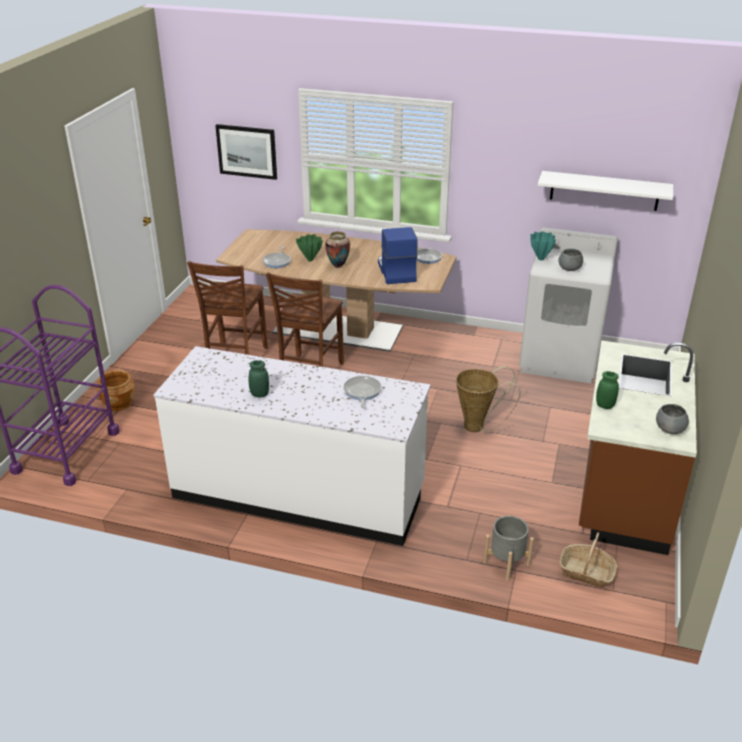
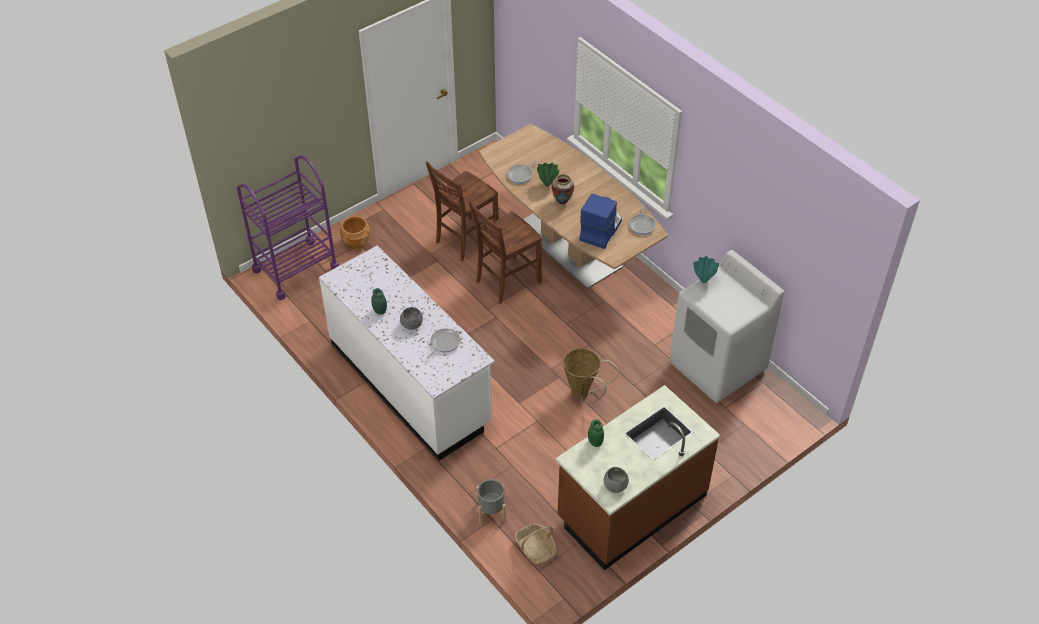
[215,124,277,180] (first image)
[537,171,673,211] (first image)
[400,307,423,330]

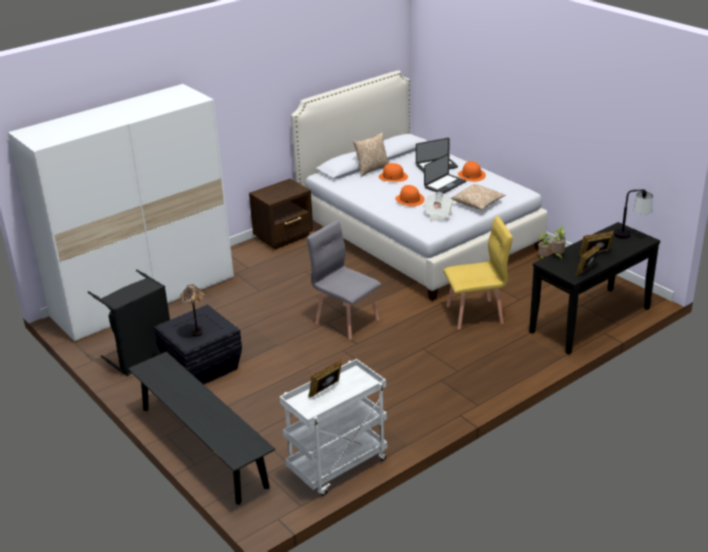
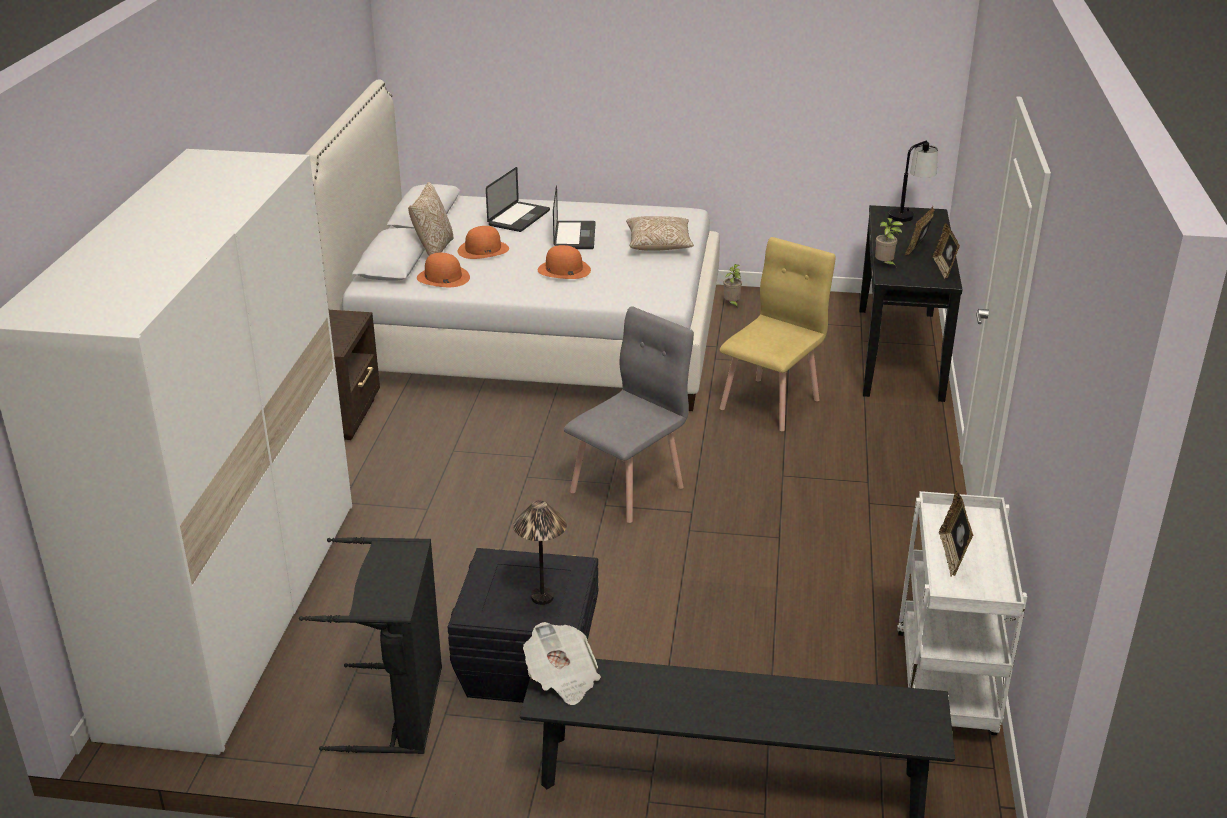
[523,622,601,705]
[417,253,470,287]
[564,306,694,523]

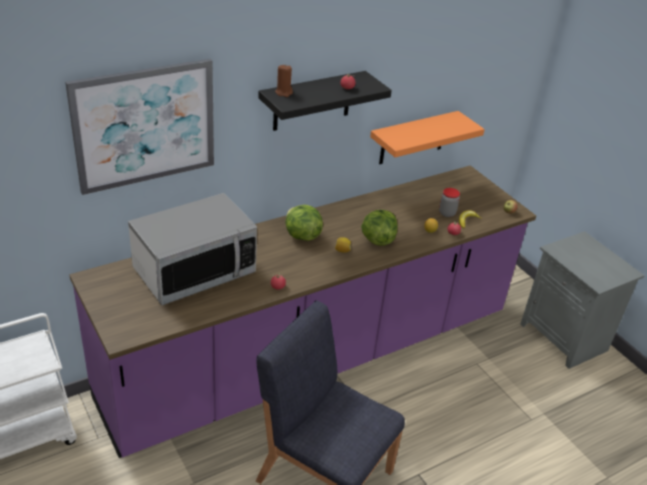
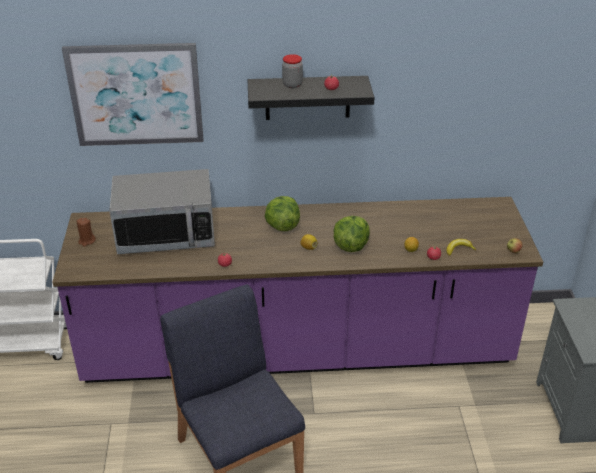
[370,111,485,164] (first image)
[77,218,96,247]
[282,54,303,88]

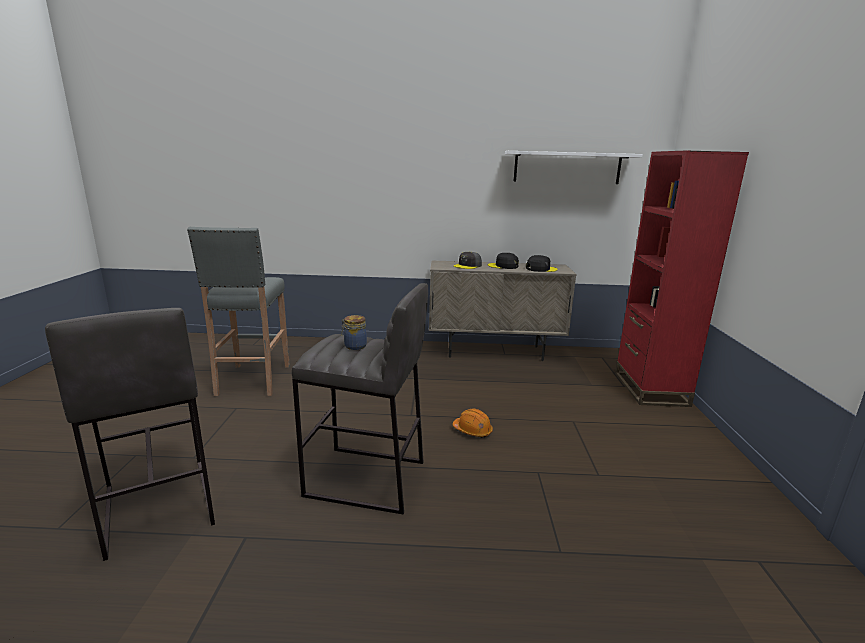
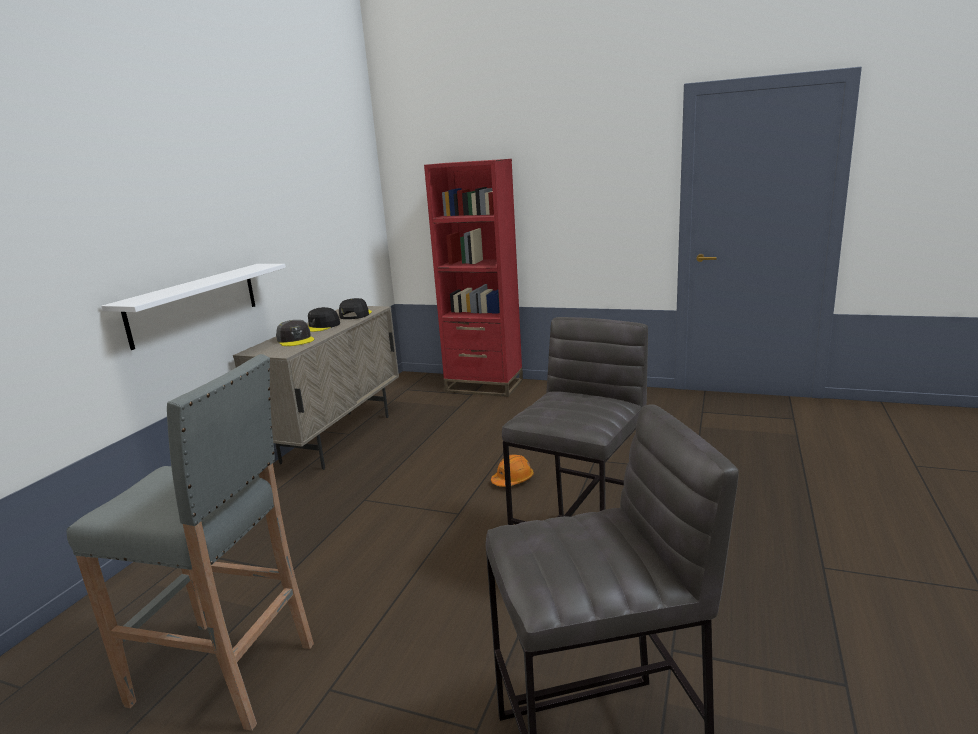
[341,315,367,350] (first image)
[101,264,286,350]

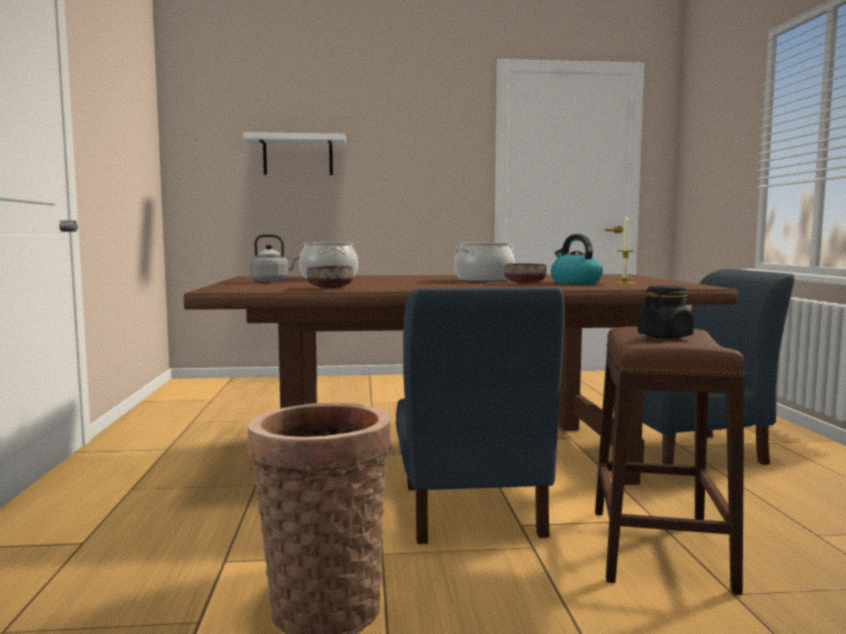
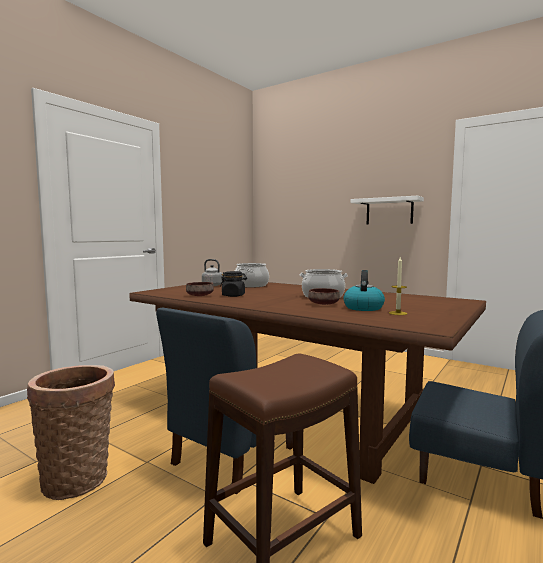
[350,196,424,224]
[220,271,247,297]

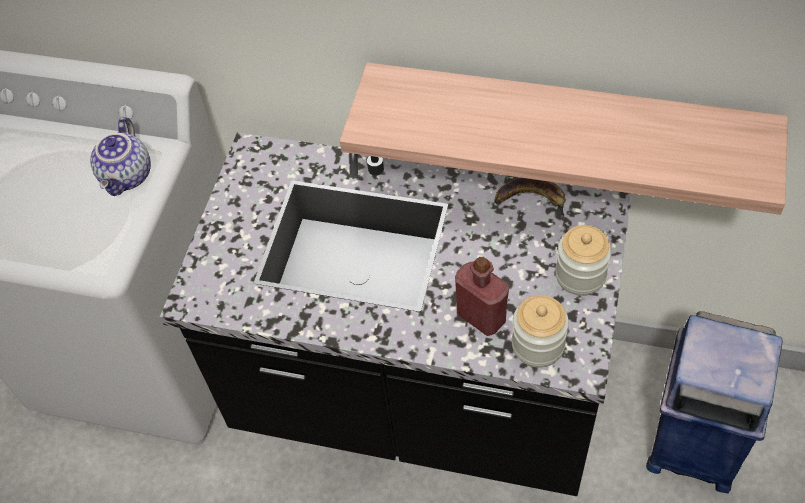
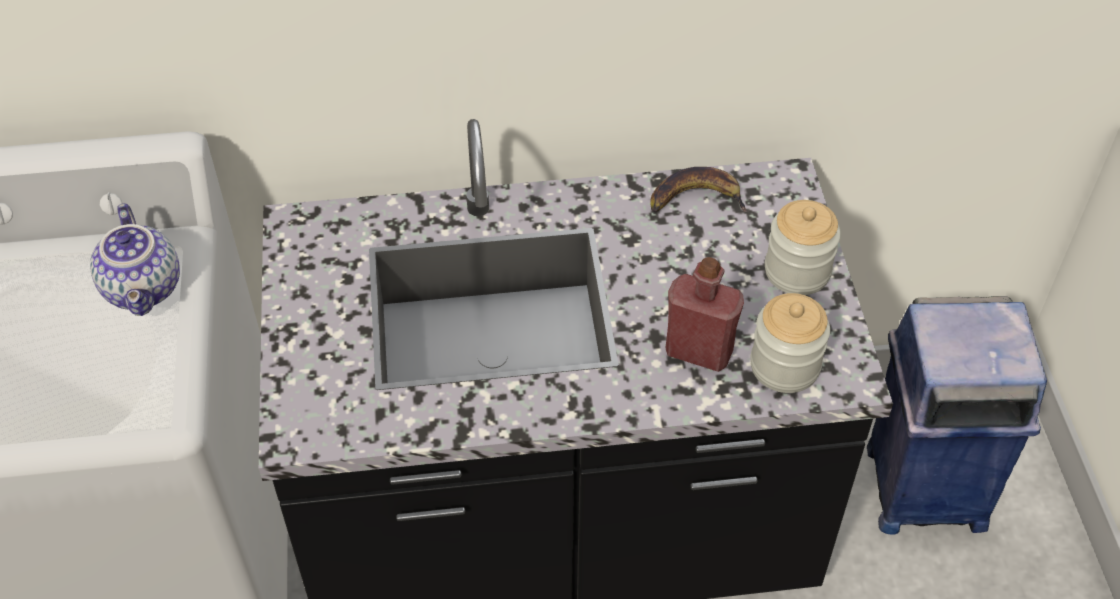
[340,62,788,215] (first image)

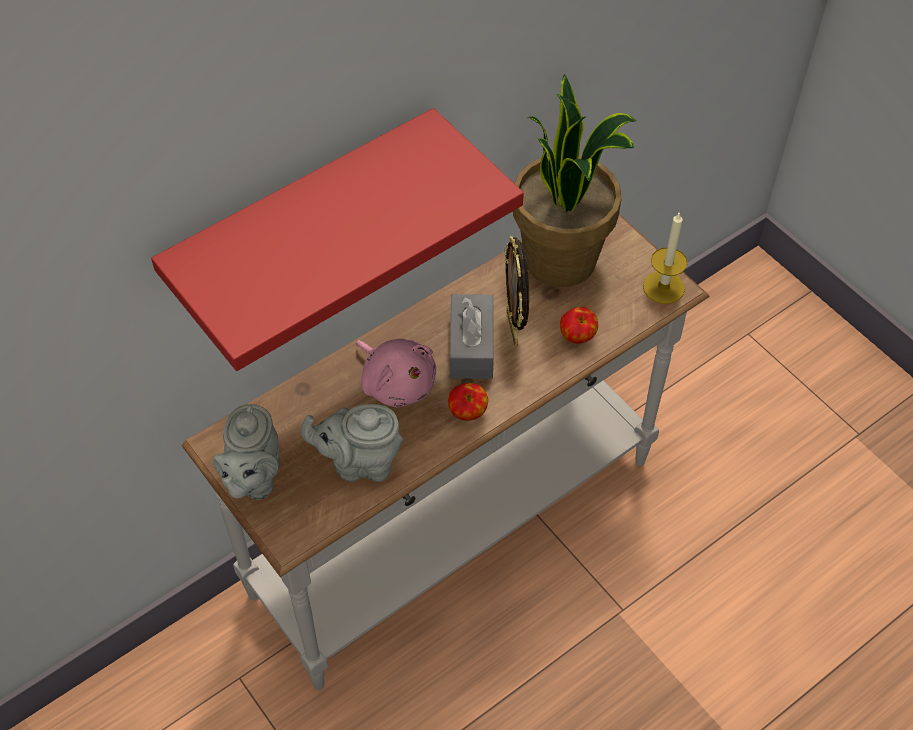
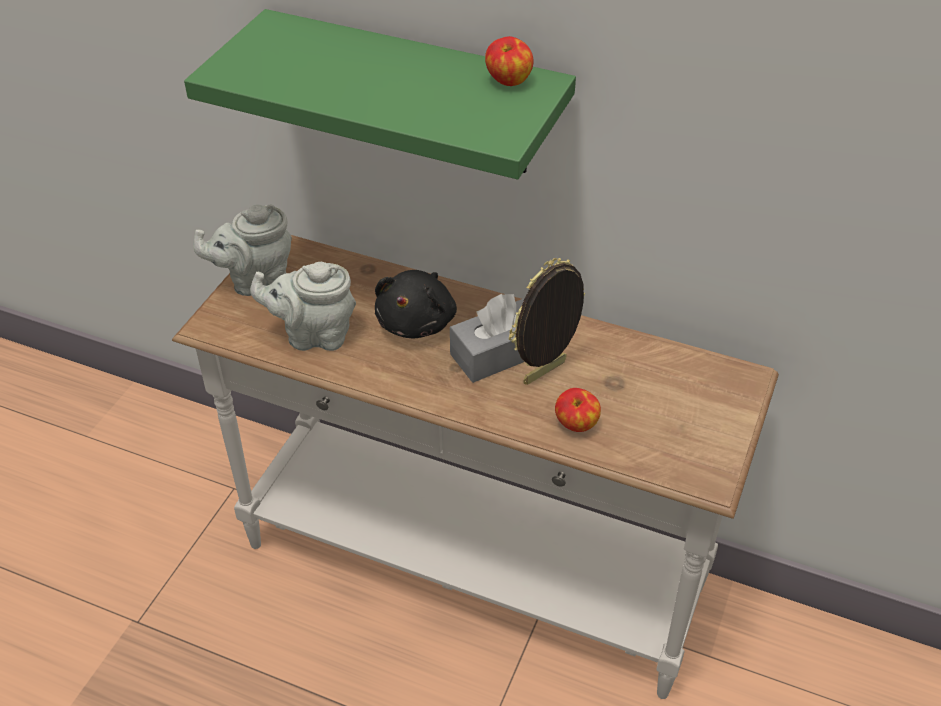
[513,74,636,287] (first image)
[643,211,688,304] (first image)
[485,36,534,86]
[184,9,576,179]
[375,270,457,338]
[250,262,356,351]

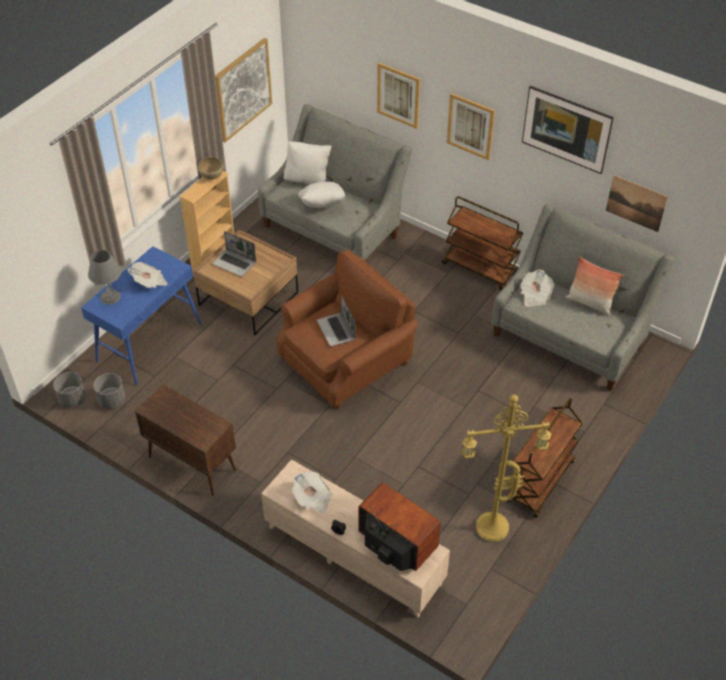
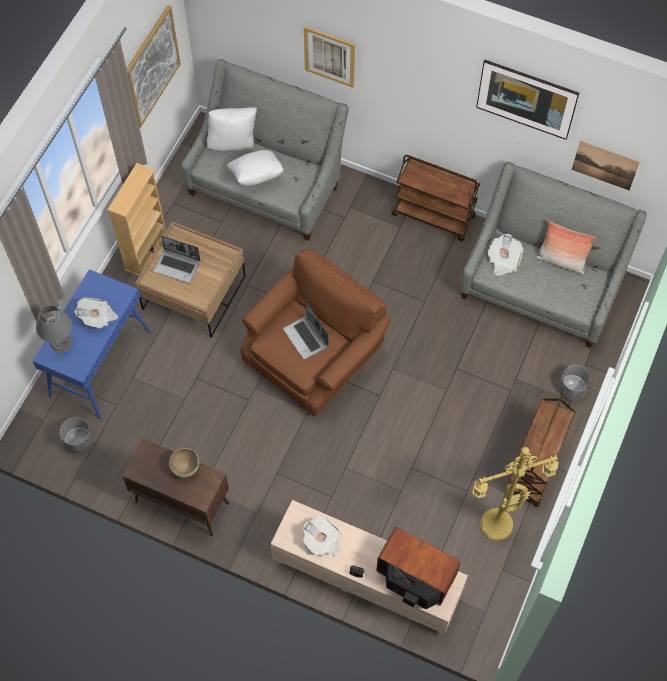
[447,93,495,160] (first image)
[558,365,591,401]
[169,448,200,478]

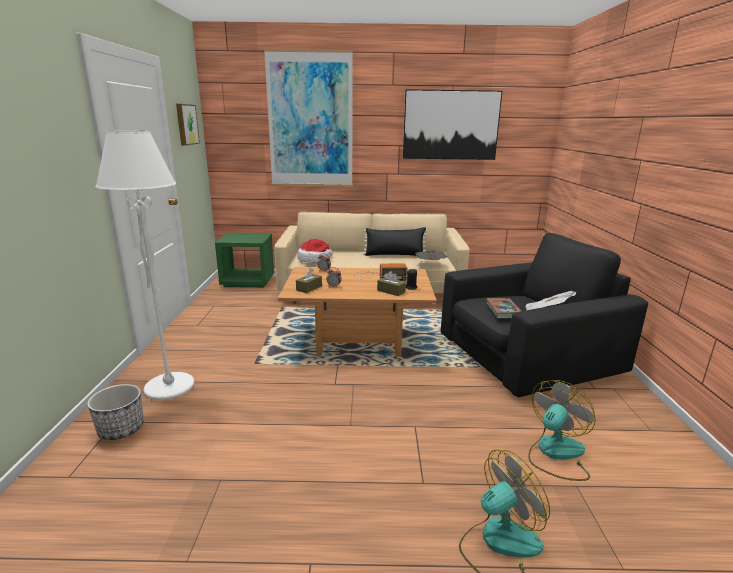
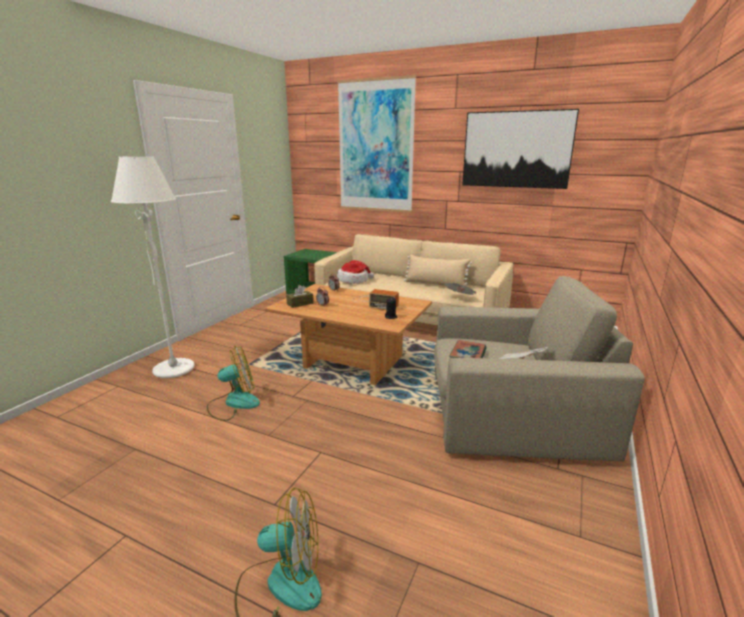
[87,384,144,440] (first image)
[176,104,200,145] (first image)
[377,271,406,296] (first image)
[207,345,260,421]
[404,254,472,286]
[434,276,645,461]

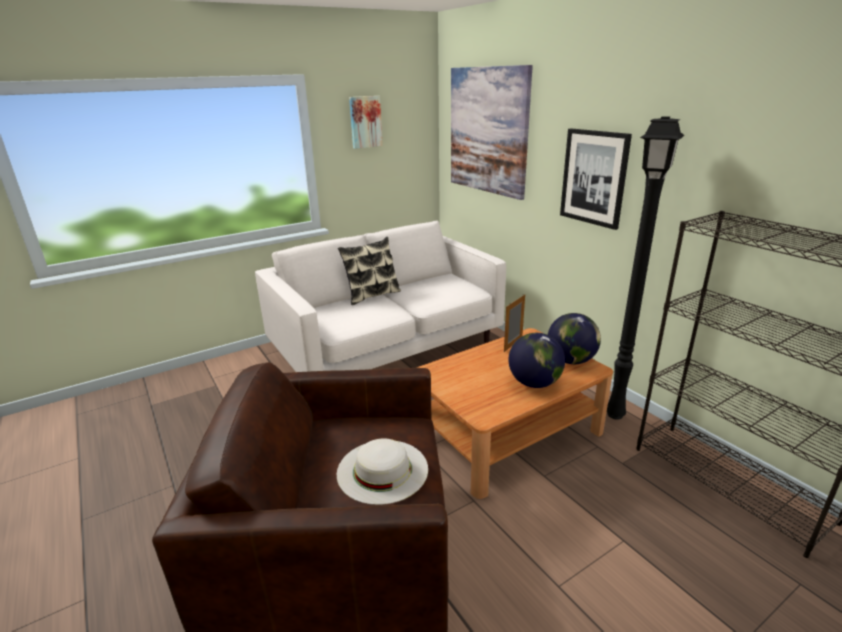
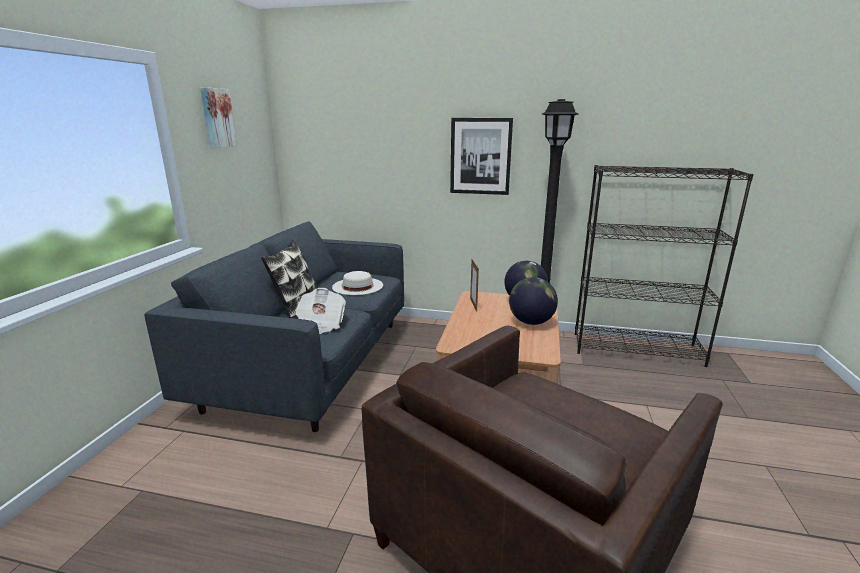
[451,65,533,200] (first image)
[295,288,346,334]
[332,271,383,295]
[144,221,404,432]

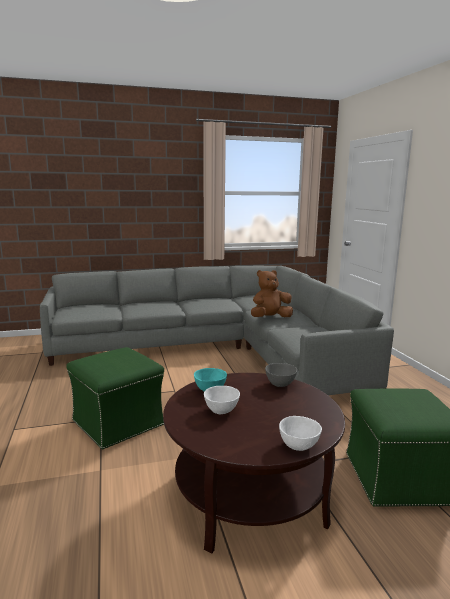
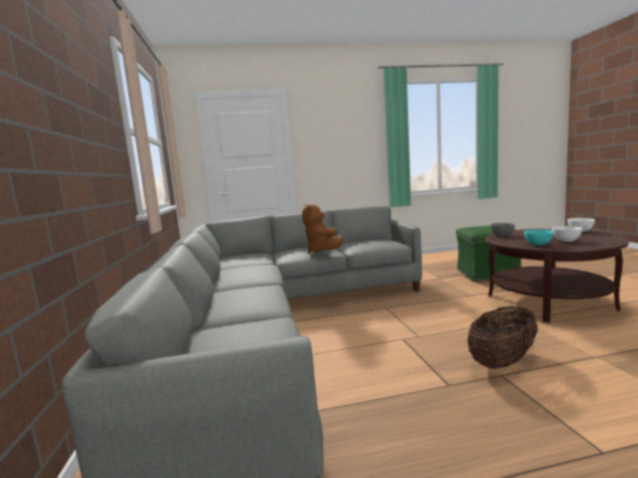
[467,306,538,369]

